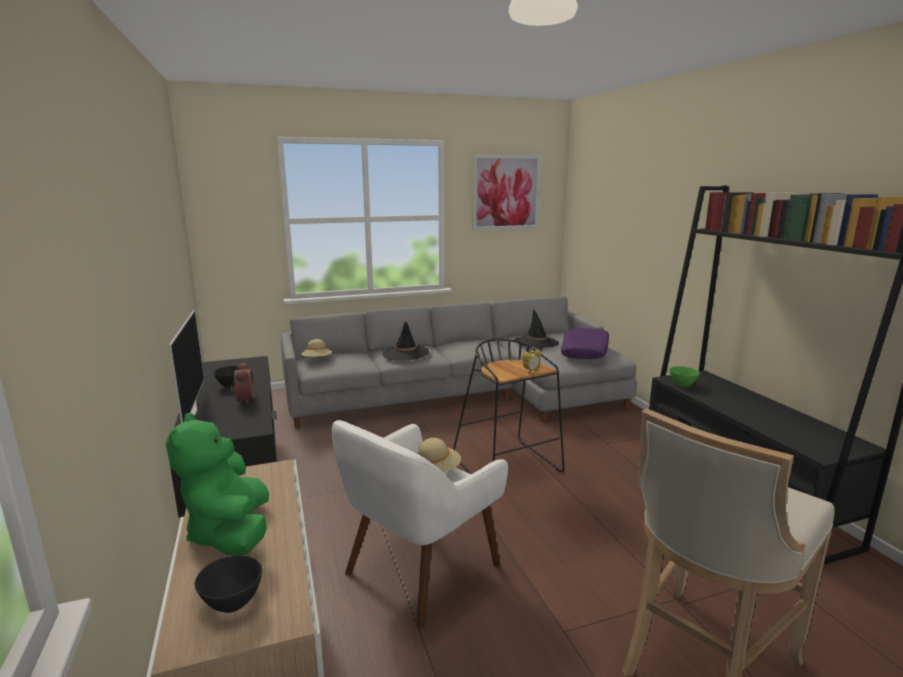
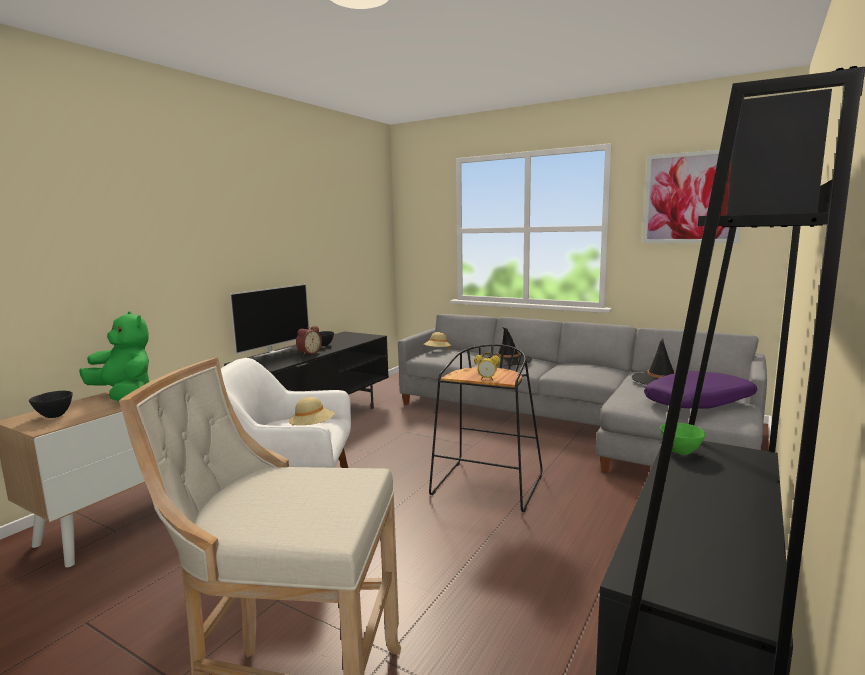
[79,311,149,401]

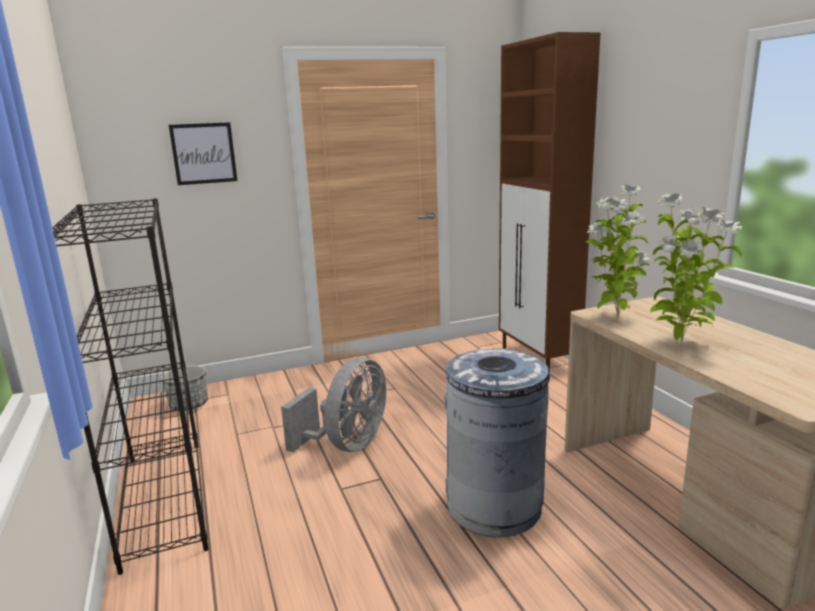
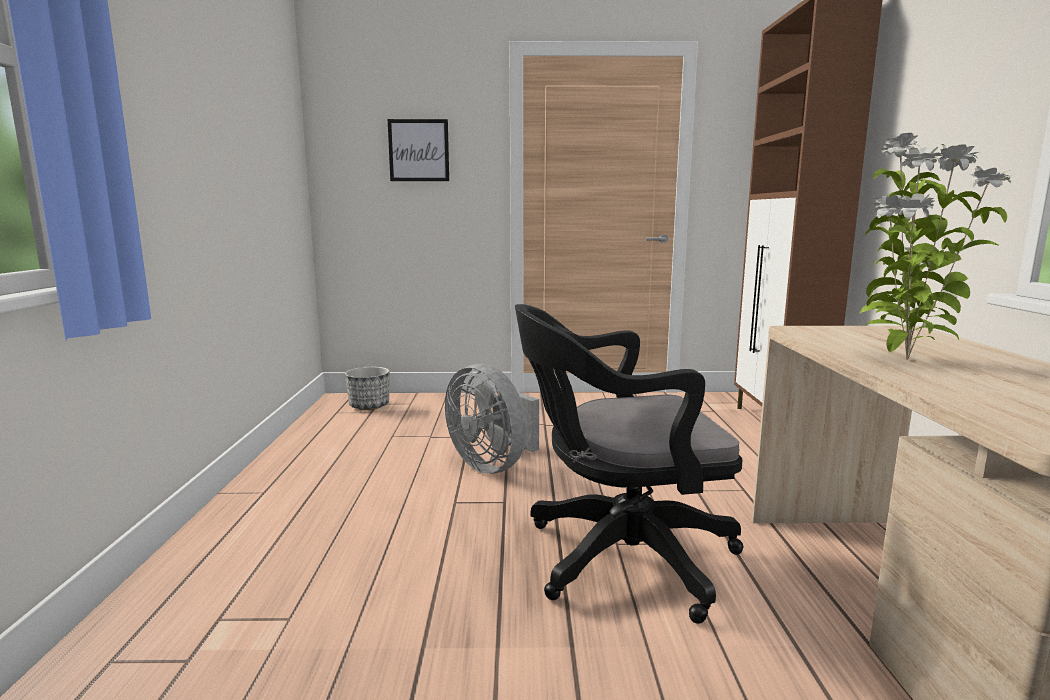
[52,198,209,575] (first image)
[586,185,650,317] (first image)
[515,304,744,624]
[445,364,539,474]

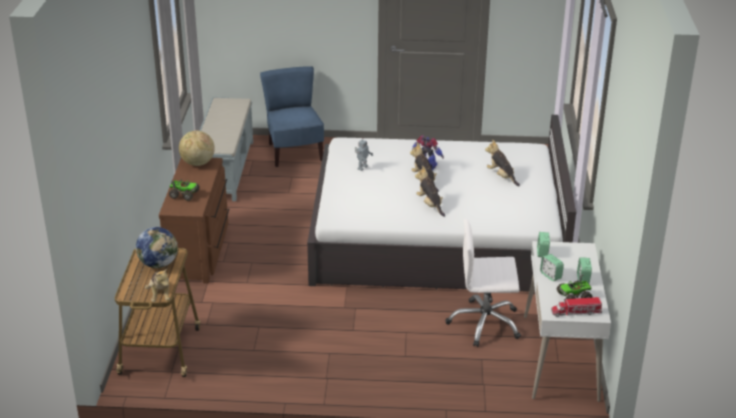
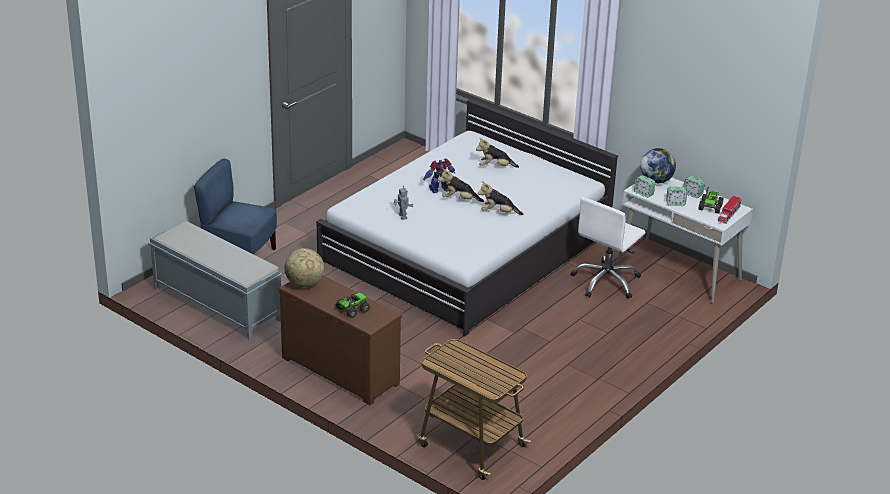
[145,268,170,302] (first image)
[640,148,676,183]

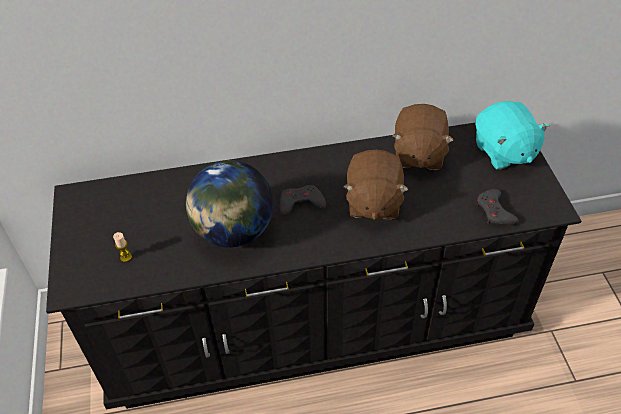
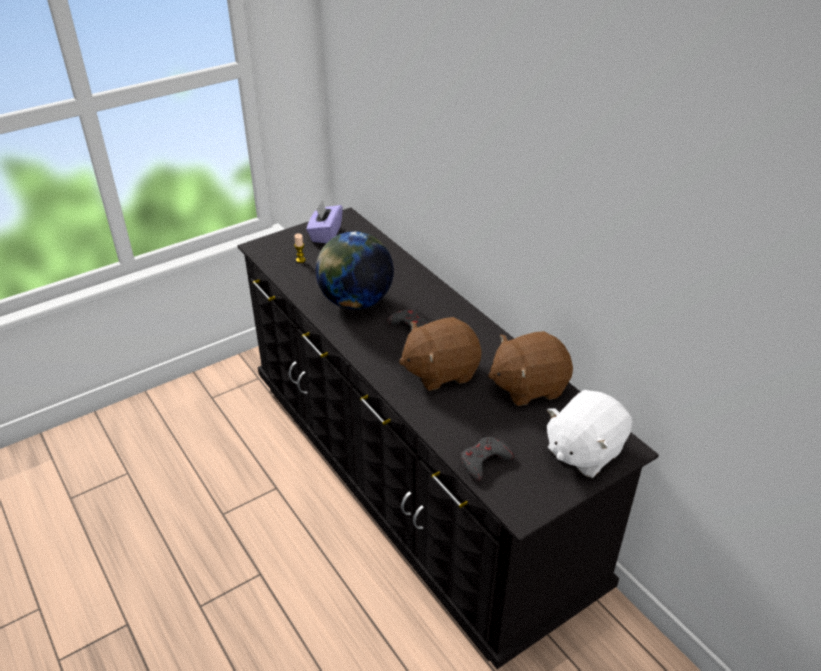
[306,200,343,243]
[547,390,633,478]

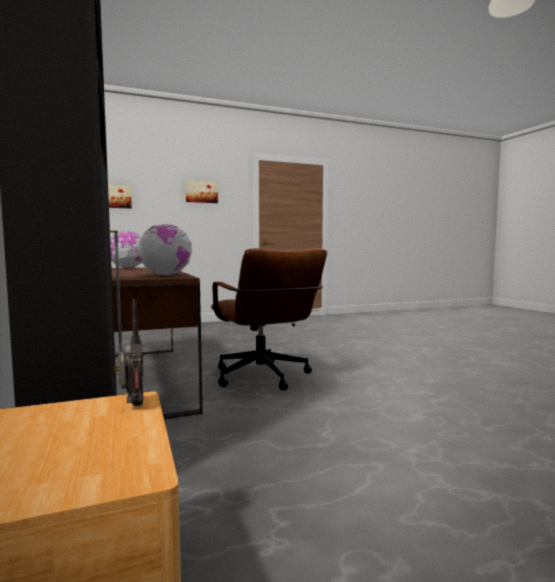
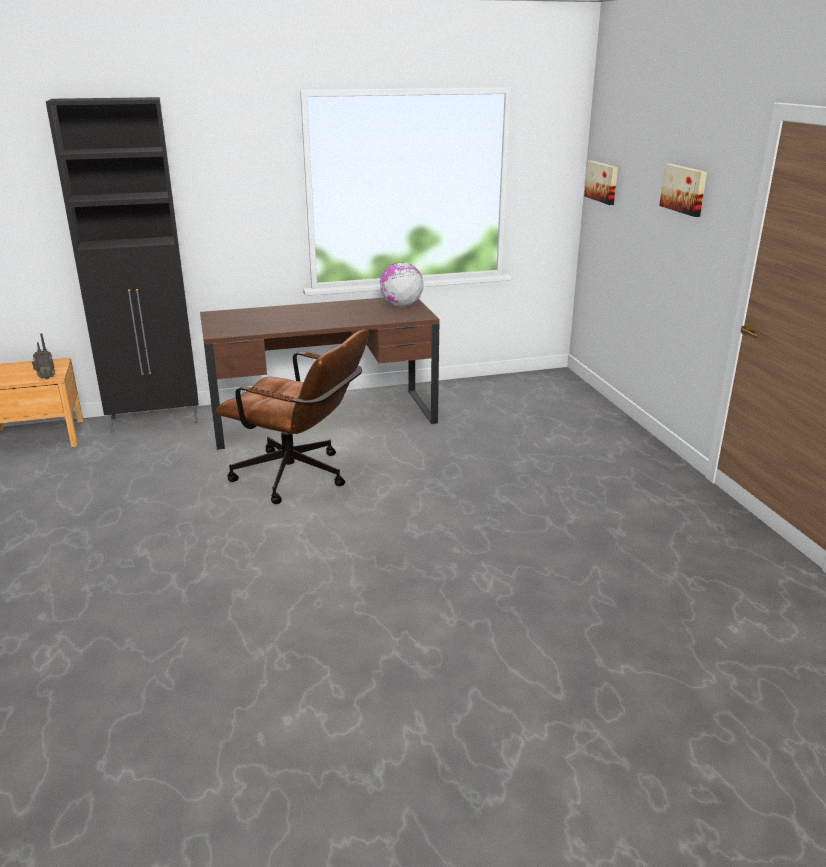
[139,224,192,276] (first image)
[215,329,369,504]

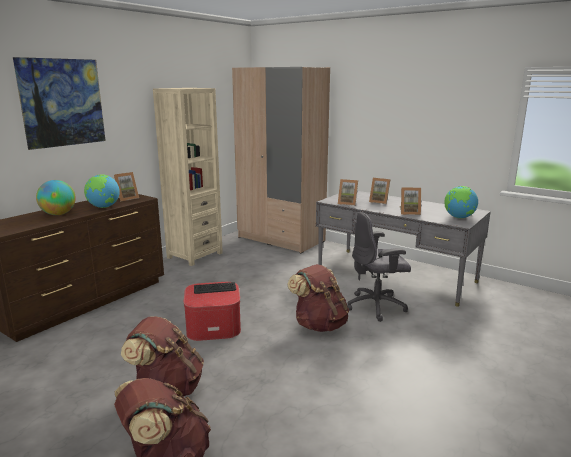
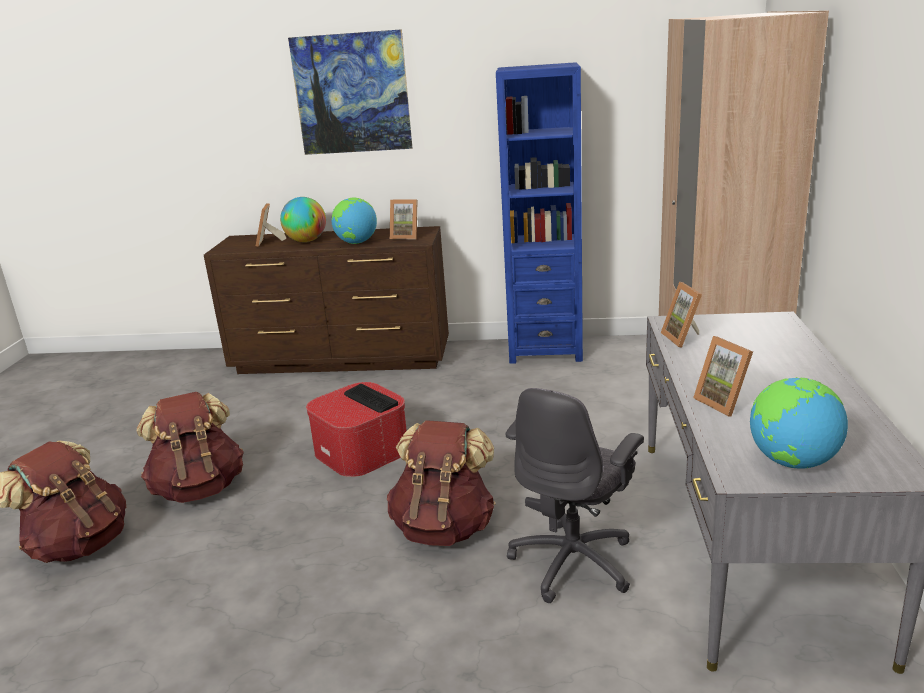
[256,203,287,247]
[496,62,583,364]
[506,388,644,603]

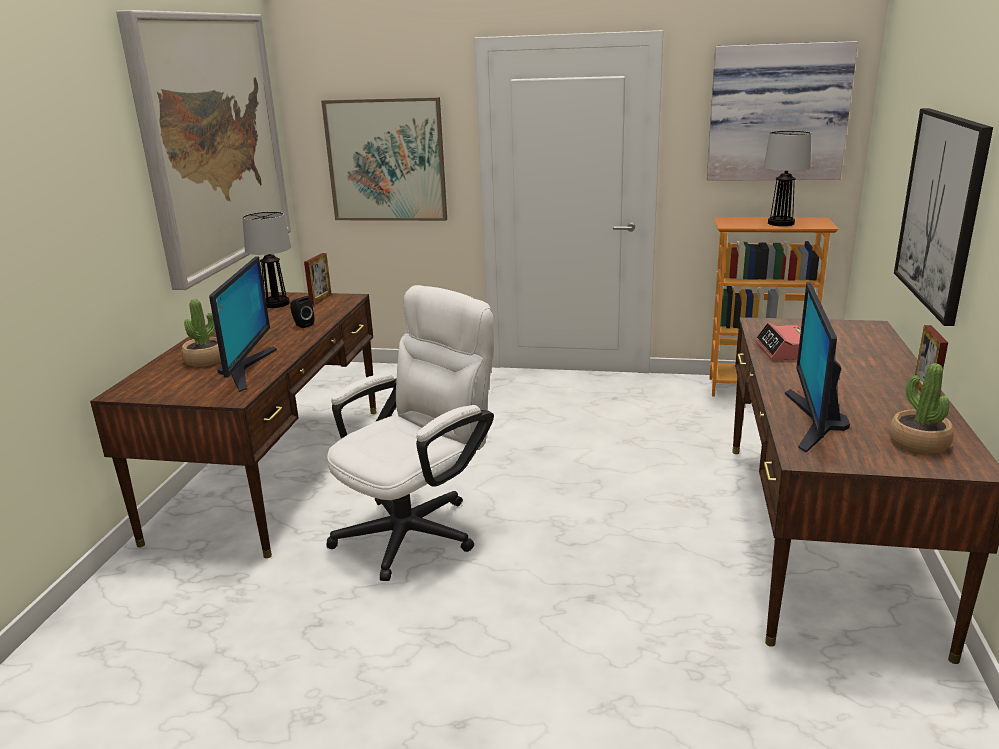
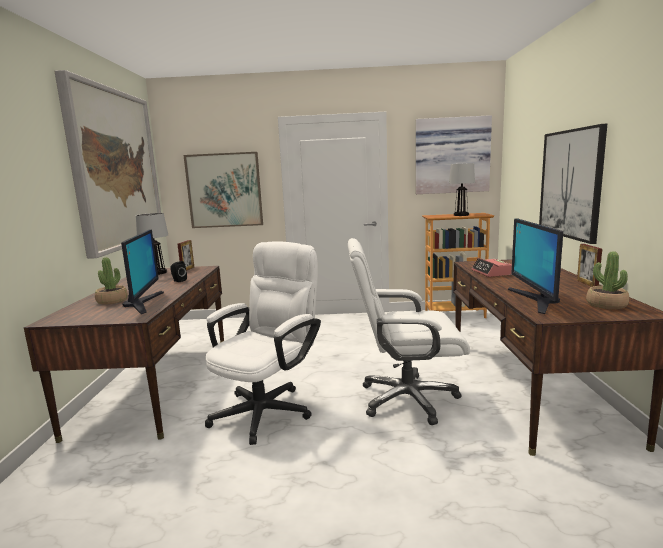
[348,238,470,425]

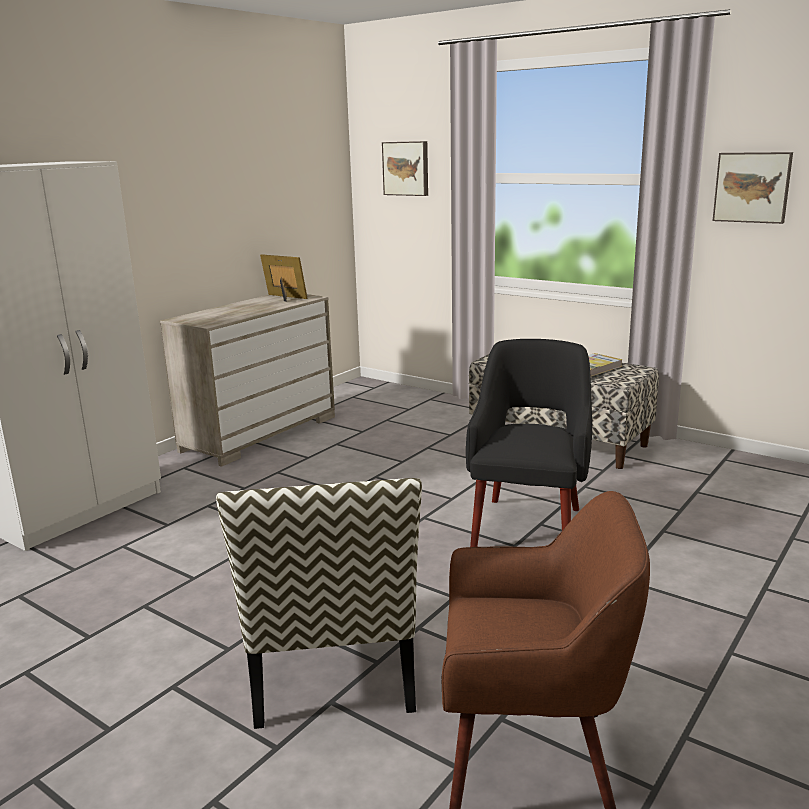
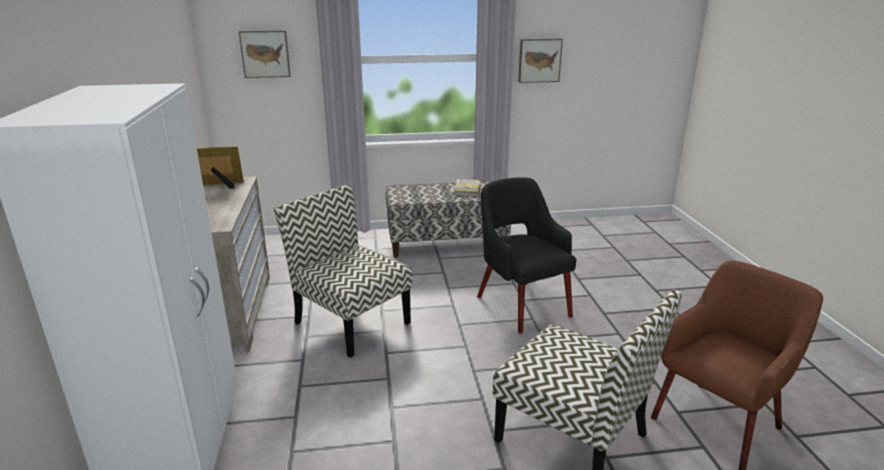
[274,185,412,358]

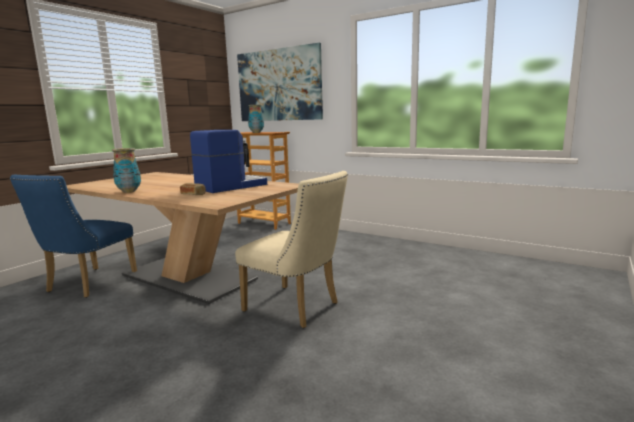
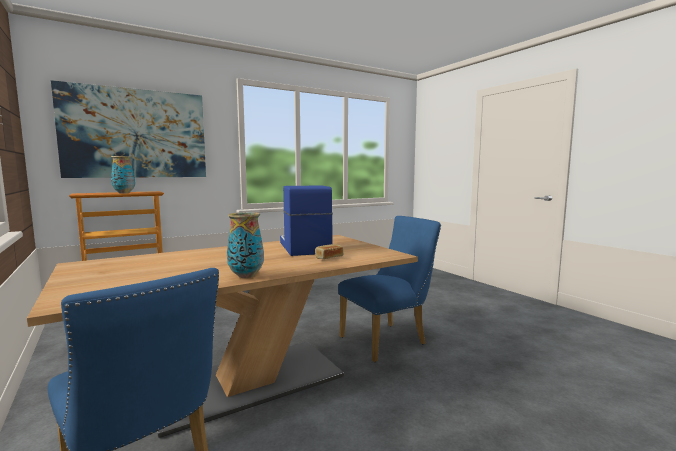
[338,216,441,362]

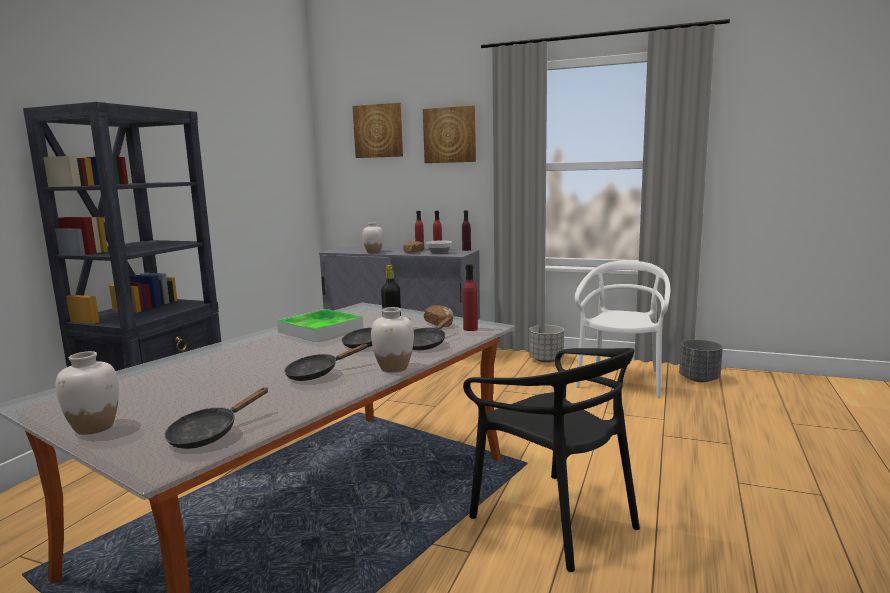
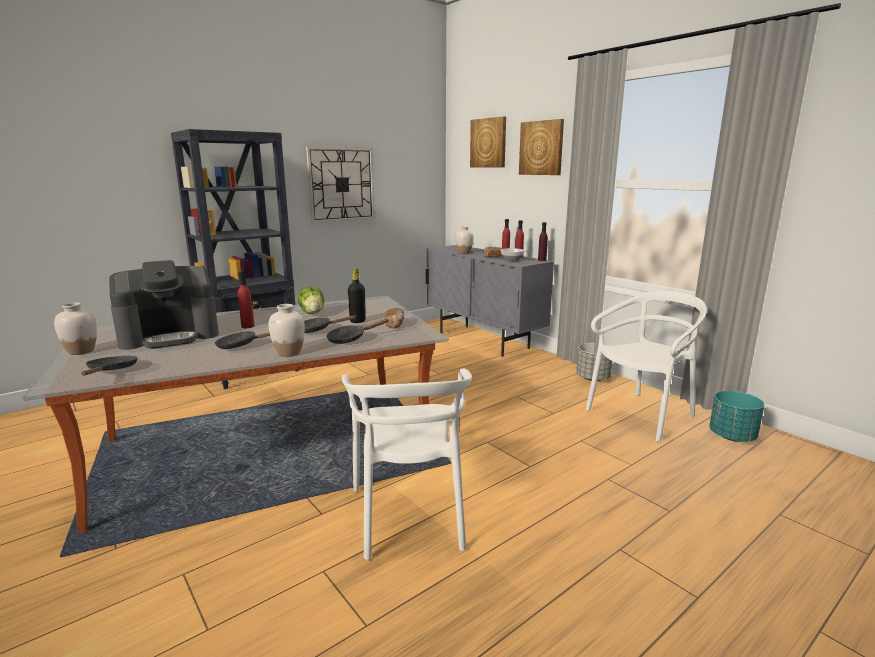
[109,260,219,350]
[306,146,375,223]
[238,271,254,328]
[298,286,324,314]
[342,368,472,560]
[709,391,765,442]
[81,356,138,375]

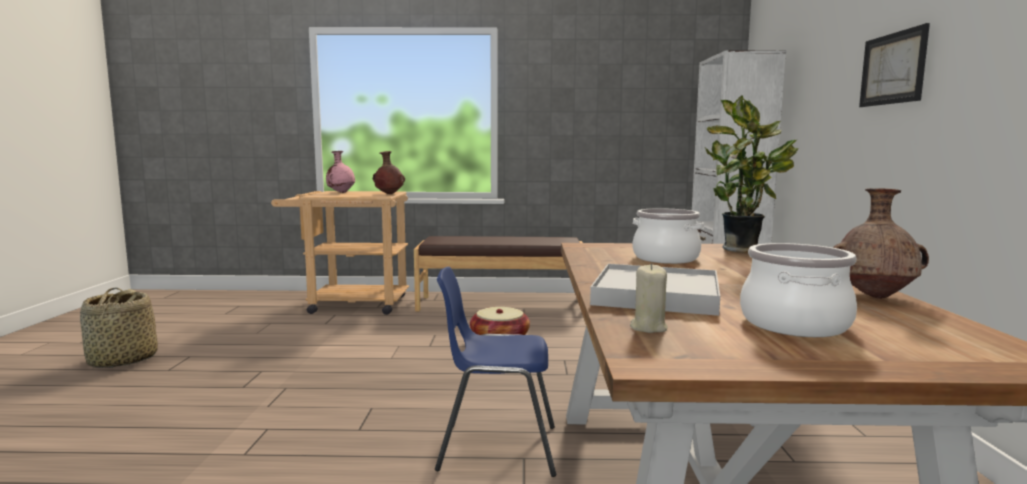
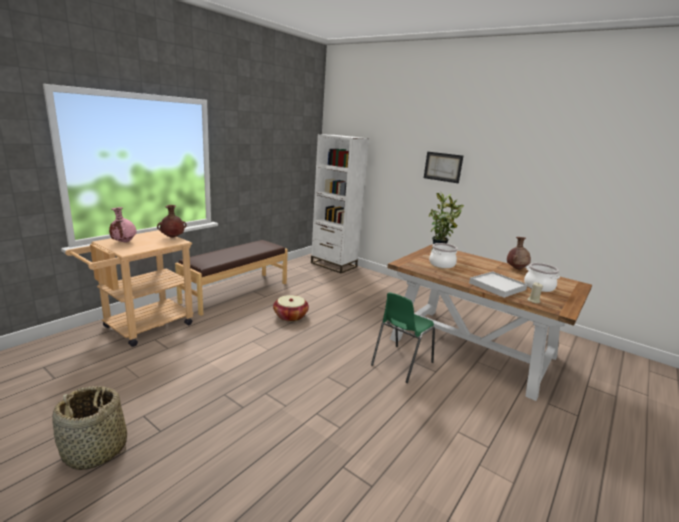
[371,292,435,383]

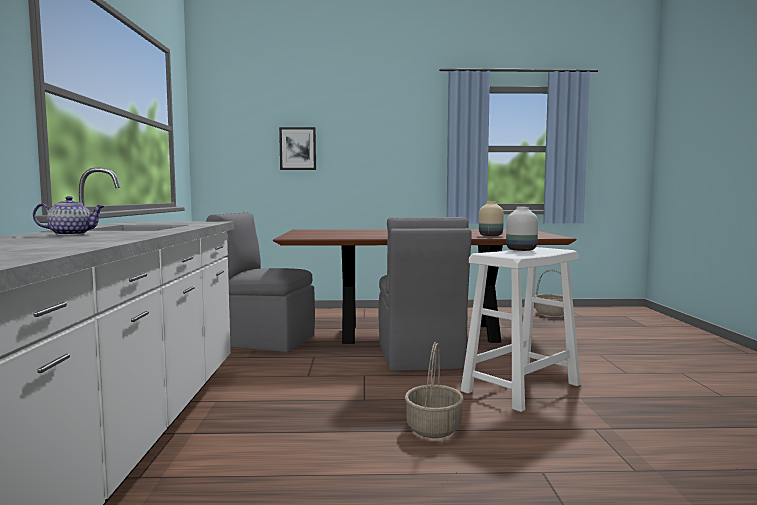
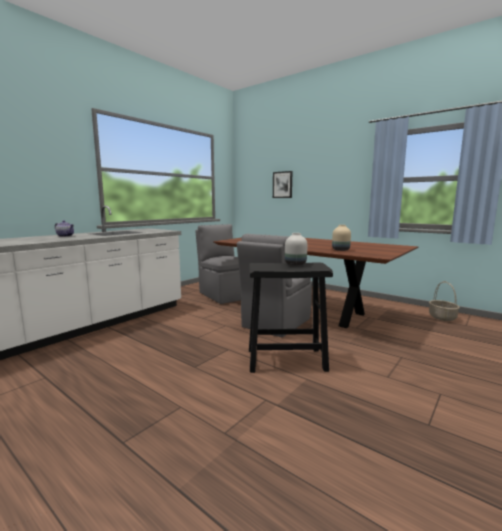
[405,342,464,438] (first image)
[249,262,333,373]

